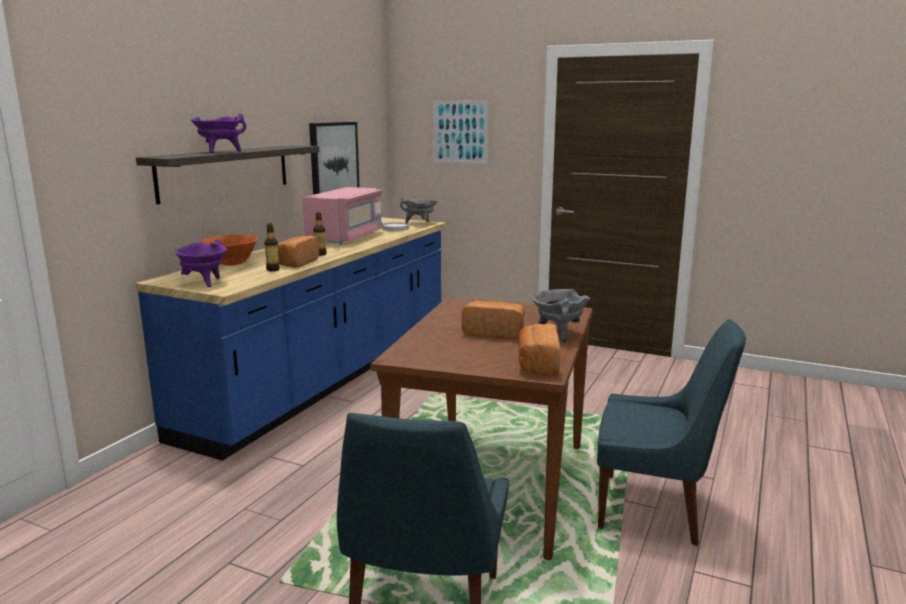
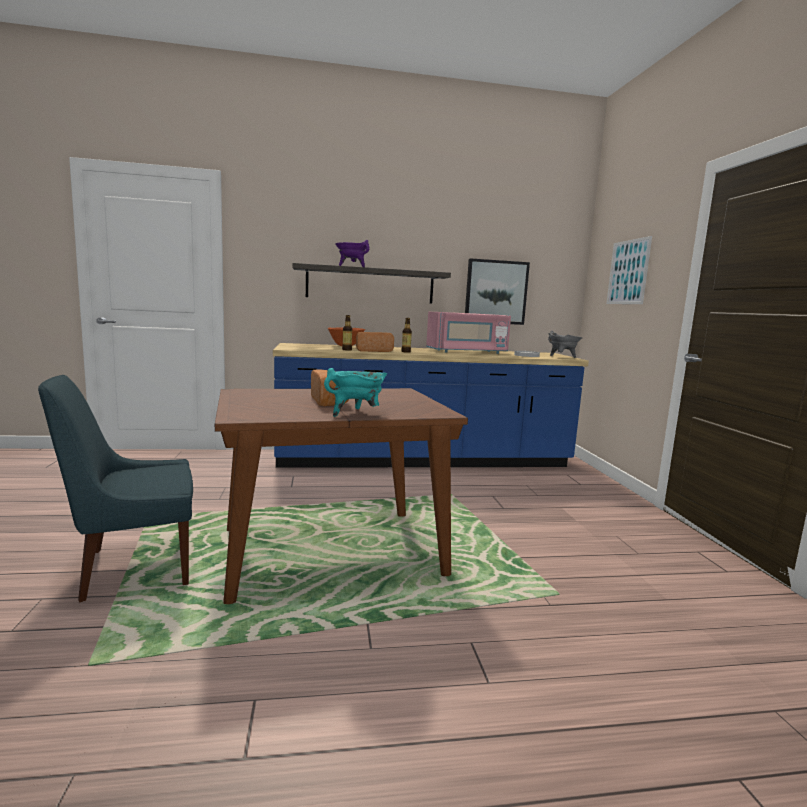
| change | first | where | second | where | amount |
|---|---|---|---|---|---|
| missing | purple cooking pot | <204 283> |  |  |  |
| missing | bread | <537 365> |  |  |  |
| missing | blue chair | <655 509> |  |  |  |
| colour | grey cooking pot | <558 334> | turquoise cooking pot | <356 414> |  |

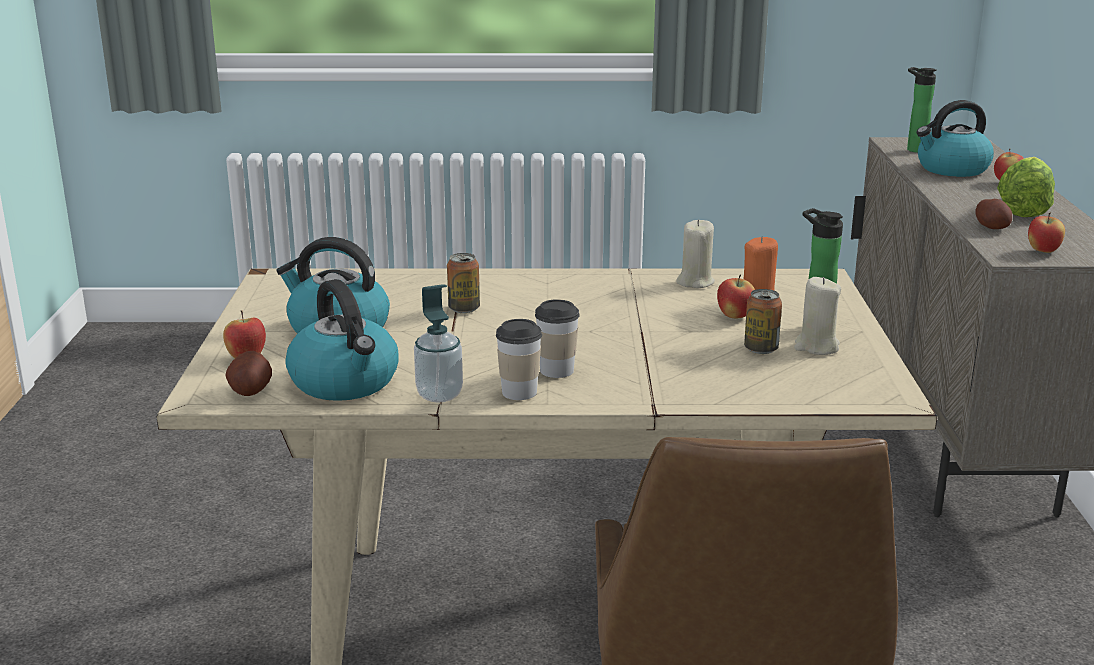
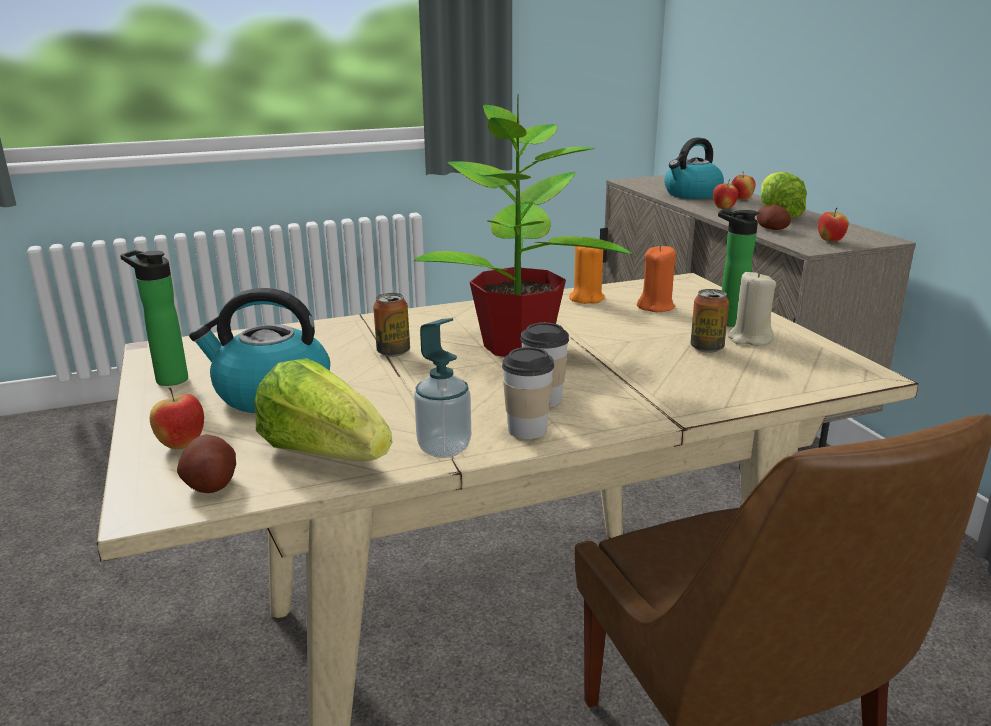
| change | first | where | second | where | amount |
|---|---|---|---|---|---|
| appeared |  |  | potted plant | <517 346> |  |
| relocated | apple | <734 317> |  | <723 209> |  |
| relocated | bottle | <913 149> |  | <168 379> |  |
| exchanged | kettle | <346 382> | lettuce | <324 453> |  |
| colour | beige candle | <695 282> | orange candle | <586 298> |  |

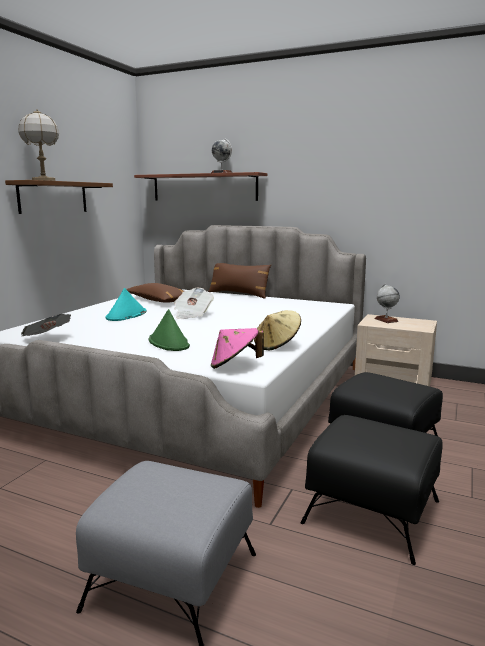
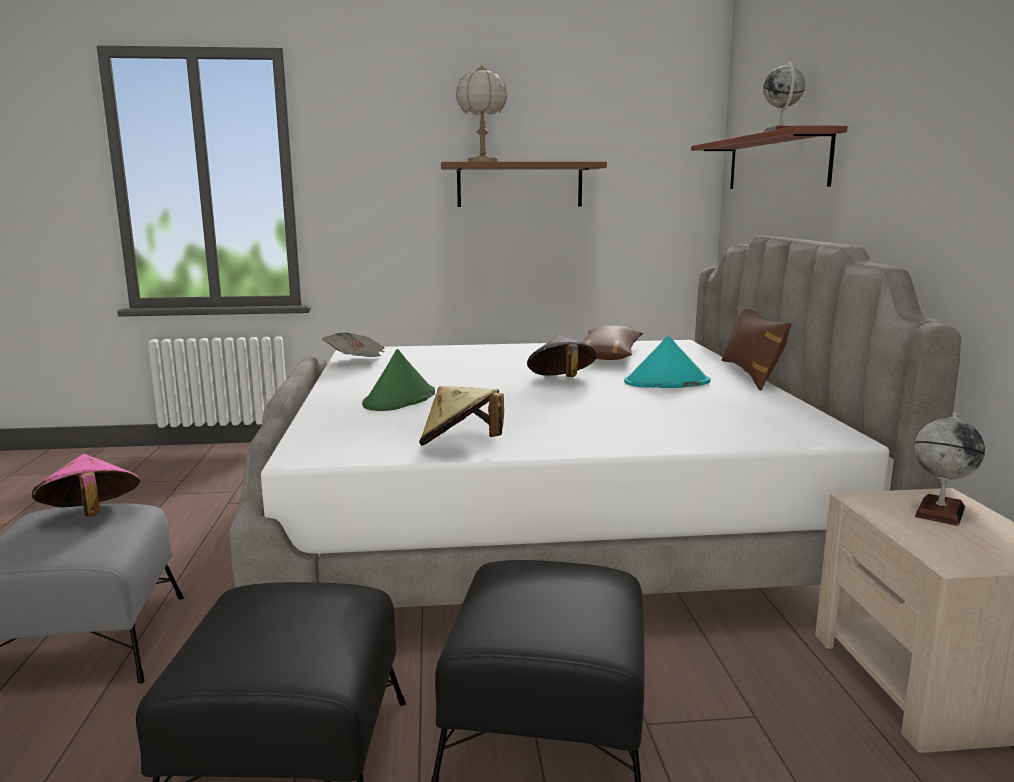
| change | first | where | second | where | amount |
|---|---|---|---|---|---|
| relocated | turquoise hat | <126 315> |  | <666 382> |  |
| relocated | pink hat | <235 365> |  | <90 516> |  |
| exchanged | newspaper | <192 314> | grey hat | <561 381> |  |

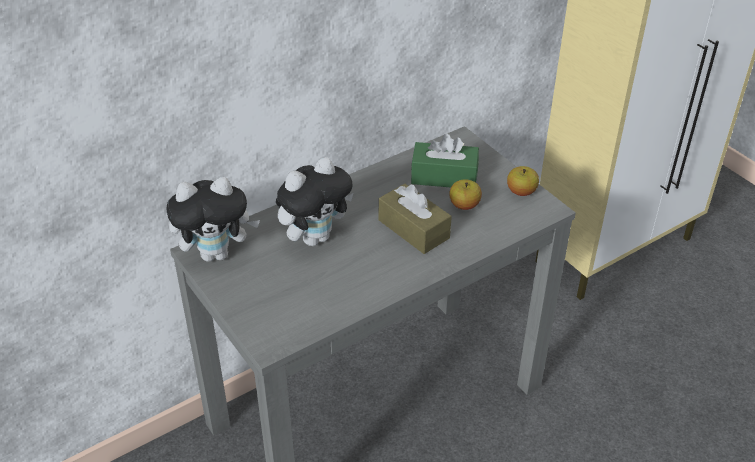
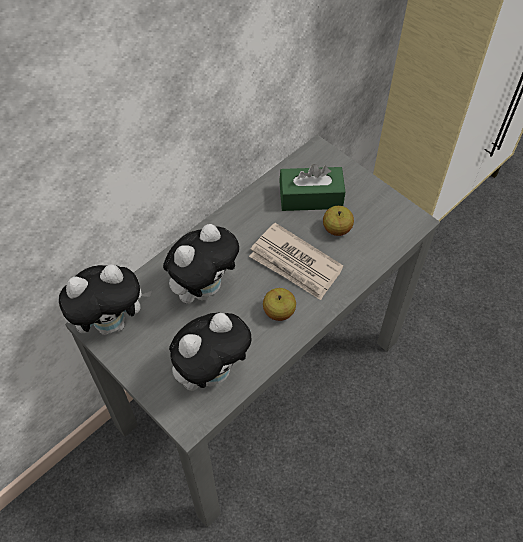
| change | first | where | second | where | amount |
|---|---|---|---|---|---|
| appeared |  |  | plush toy | <212 371> |  |
| relocated | apple | <521 192> |  | <279 312> |  |
| exchanged | brown tissue box | <413 229> | newspaper | <295 264> |  |

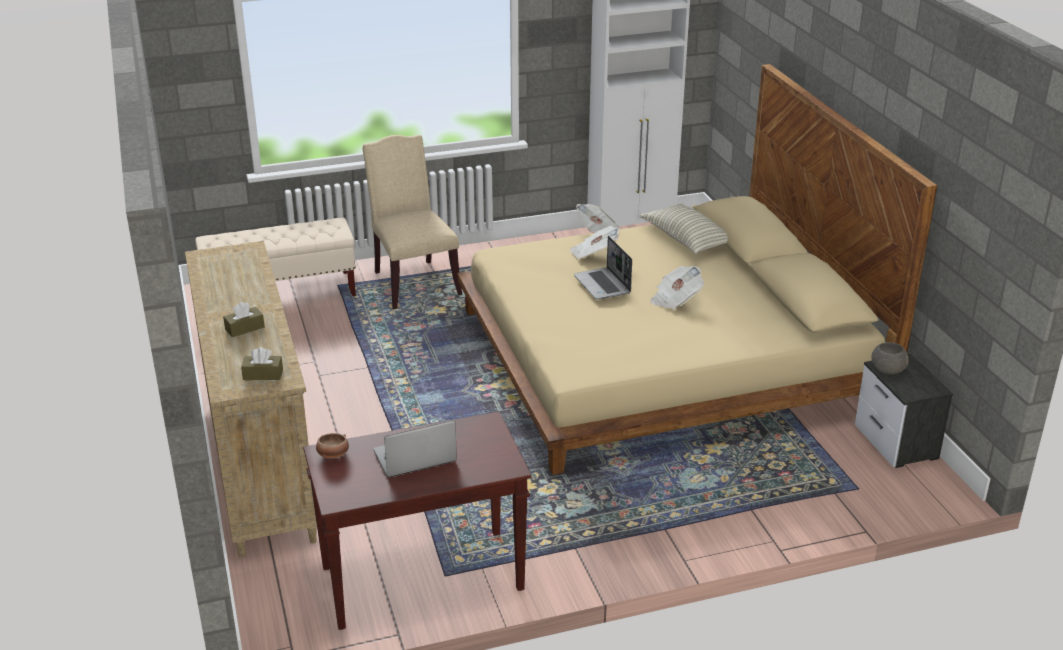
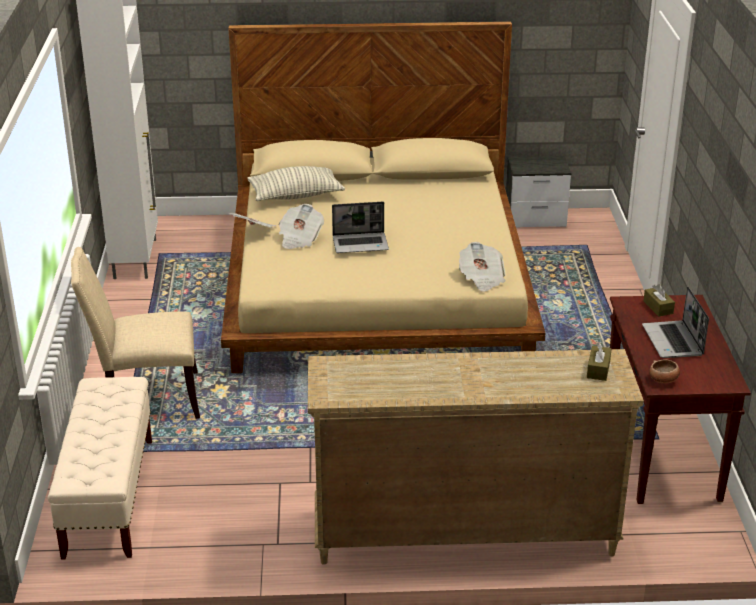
| change | first | where | second | where | amount |
|---|---|---|---|---|---|
| missing | grey bowl | <887 369> |  |  |  |
| relocated | brown tissue box | <244 328> |  | <658 307> |  |
| relocated | newspaper | <675 299> |  | <481 278> |  |

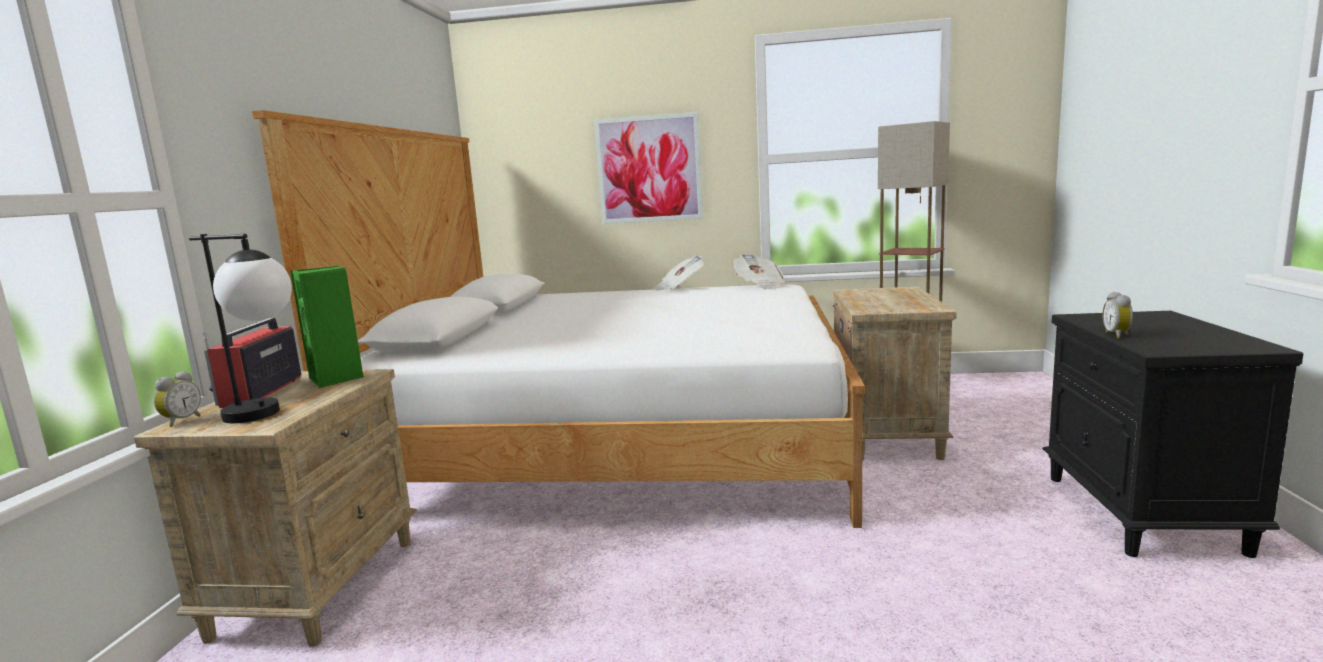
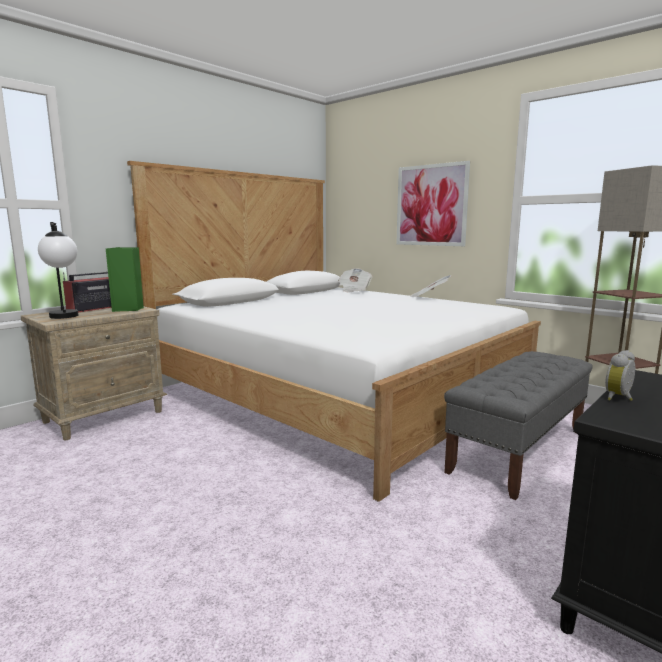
| change | first | where | second | where | amount |
|---|---|---|---|---|---|
| missing | alarm clock | <180 421> |  |  |  |
| relocated | newspaper | <759 285> |  | <354 290> |  |
| exchanged | beige nightstand | <886 435> | grey bench | <518 450> |  |

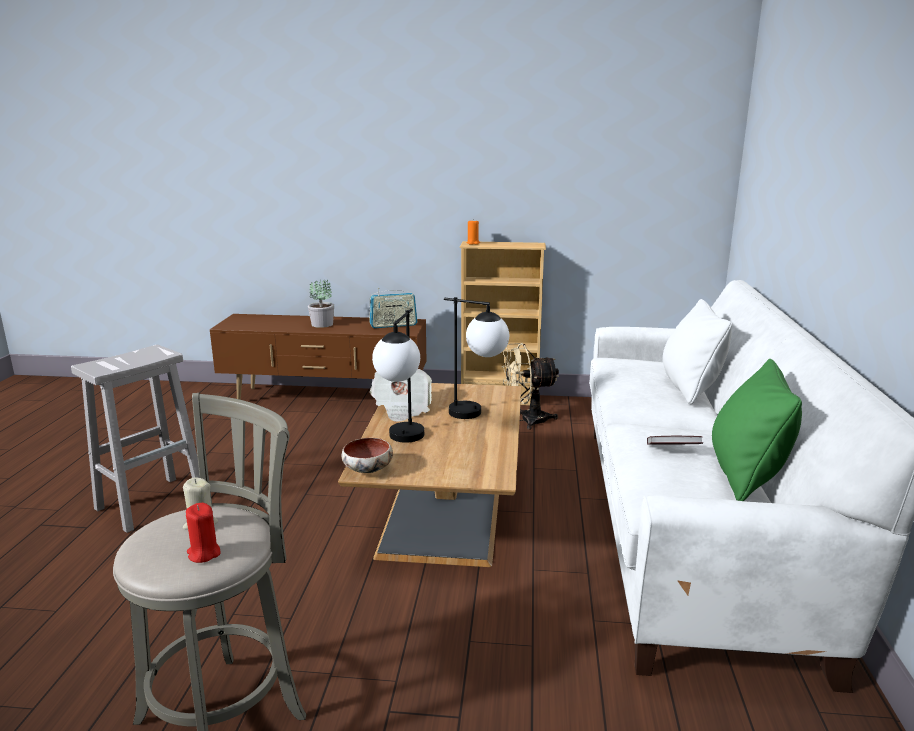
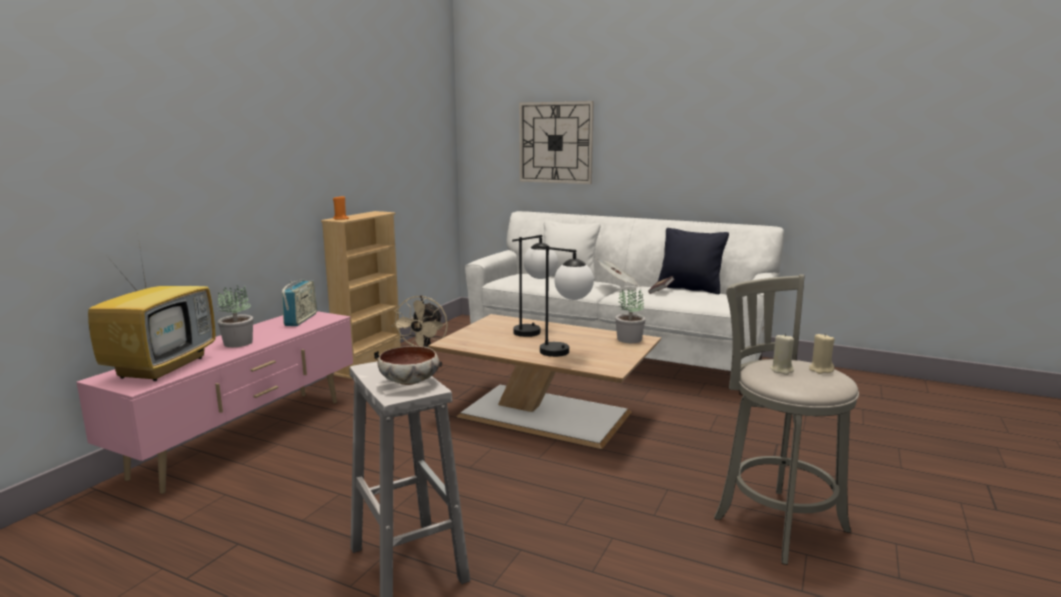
| change | first | where | second | where | amount |
|---|---|---|---|---|---|
| appeared |  |  | television | <162 367> |  |
| appeared |  |  | wall clock | <556 142> |  |
| appeared |  |  | potted plant | <630 339> |  |
| relocated | bowl | <368 470> |  | <410 382> |  |
| relocated | newspaper | <402 408> |  | <618 285> |  |
| colour | red candle | <203 553> | beige candle | <820 370> |  |
| colour | brown tv stand | <325 399> | pink tv stand | <246 437> |  |
| colour | green pillow | <746 475> | black pillow | <690 289> |  |

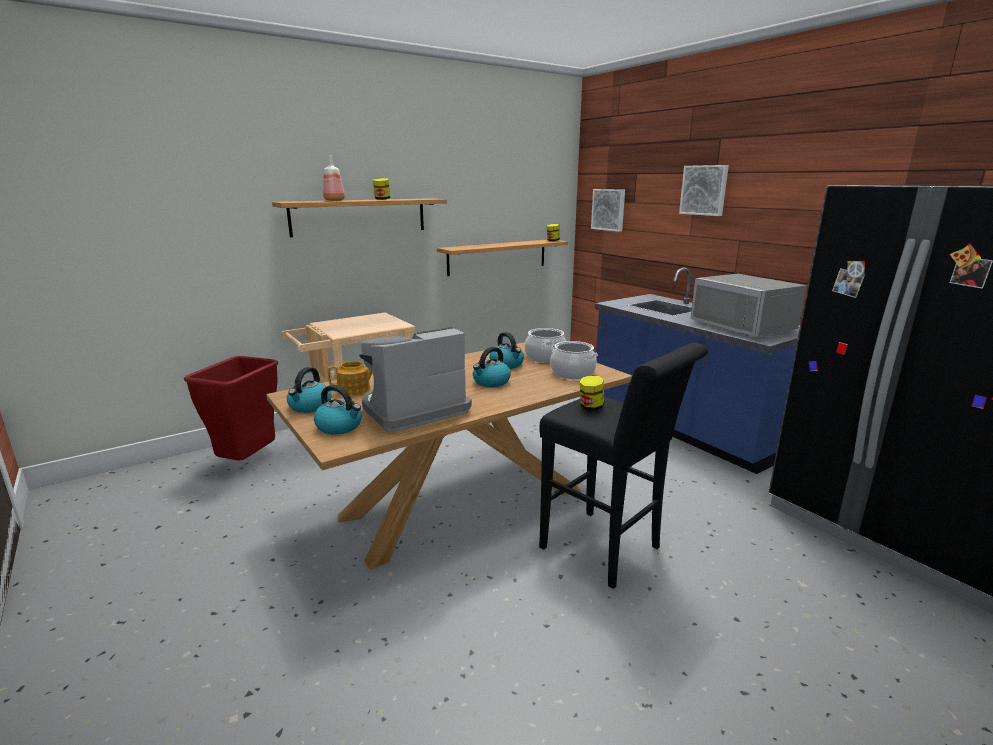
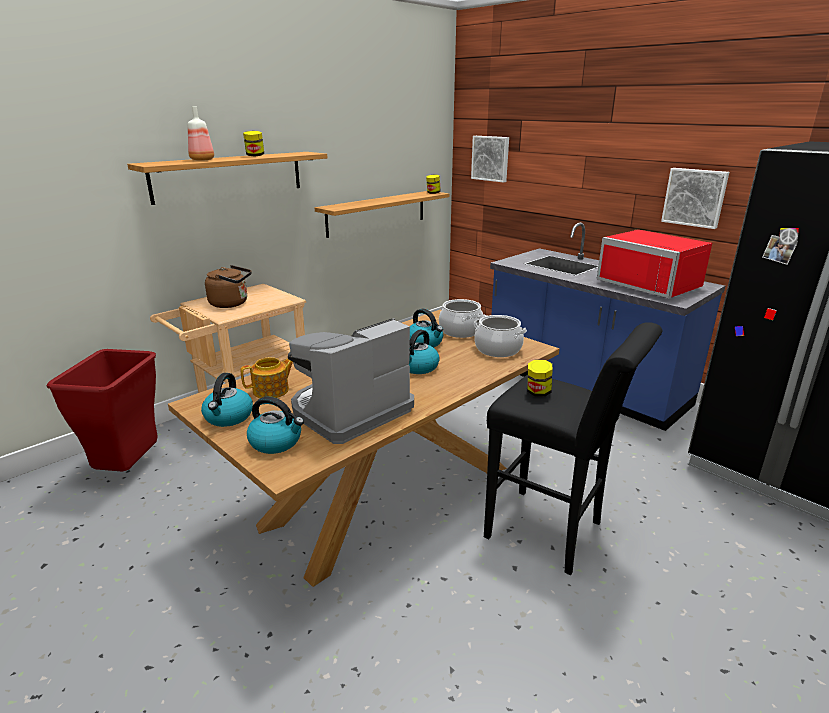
| change | first | where | second | where | amount |
|---|---|---|---|---|---|
| appeared |  |  | brown kettle | <231 303> |  |
| relocated | picture | <704 190> |  | <695 197> |  |
| colour | grey microwave | <747 326> | red microwave | <652 284> |  |

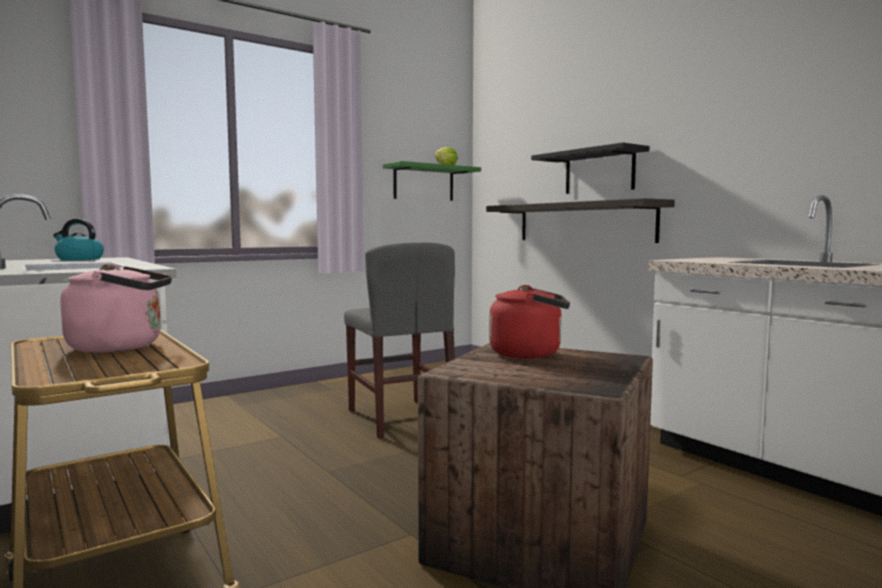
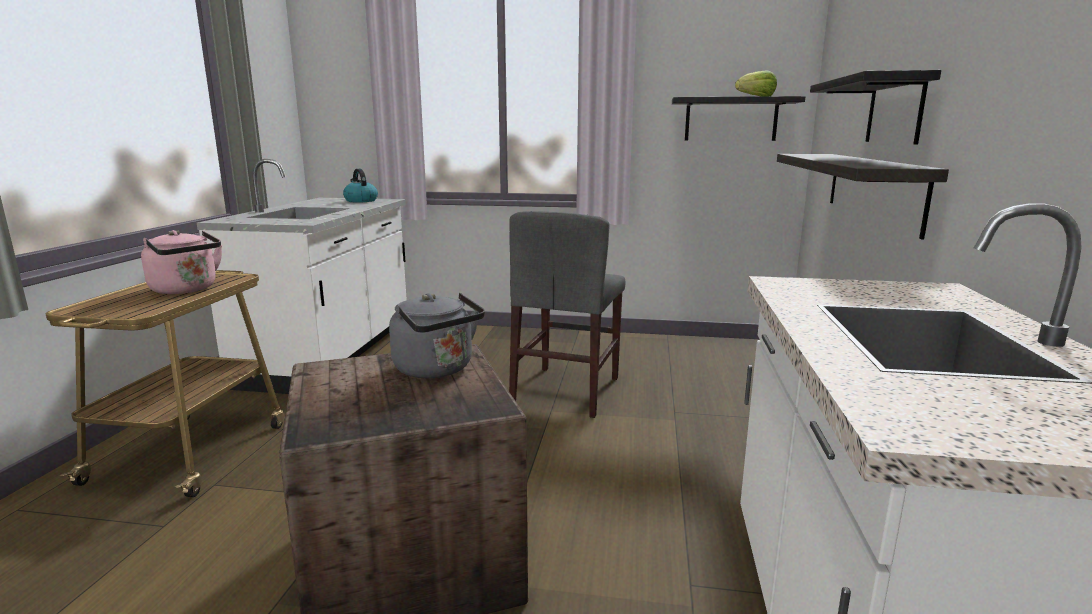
| change | first | where | second | where | amount |
|---|---|---|---|---|---|
| colour | green shelf | <423 183> | black shelf | <731 119> |  |
| colour | red kettle | <530 354> | grey kettle | <437 370> |  |

